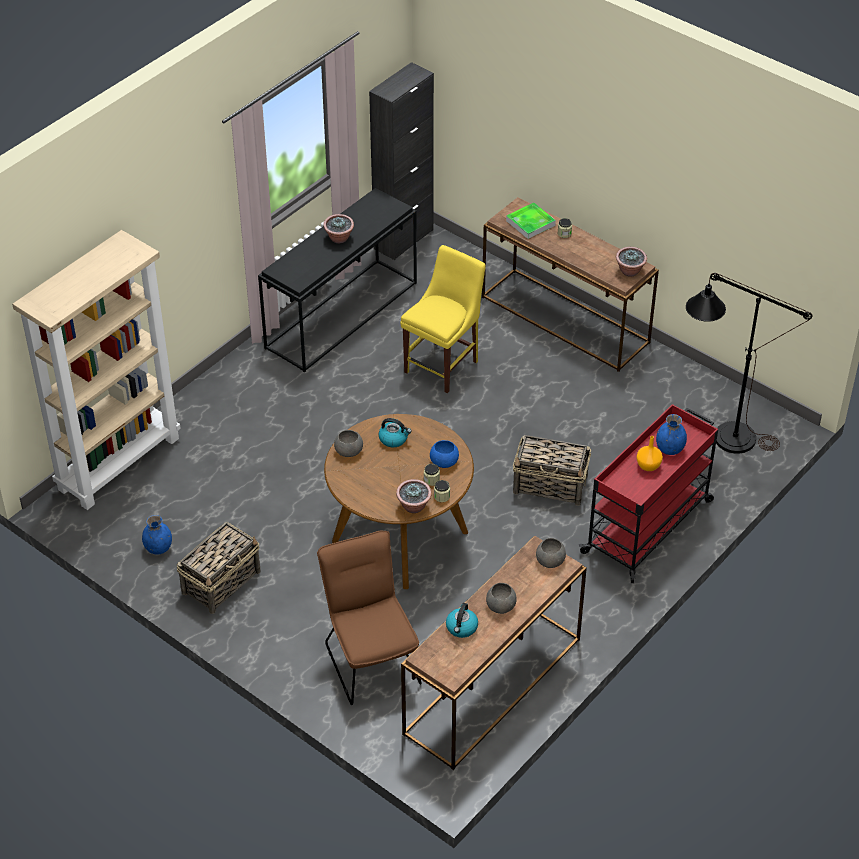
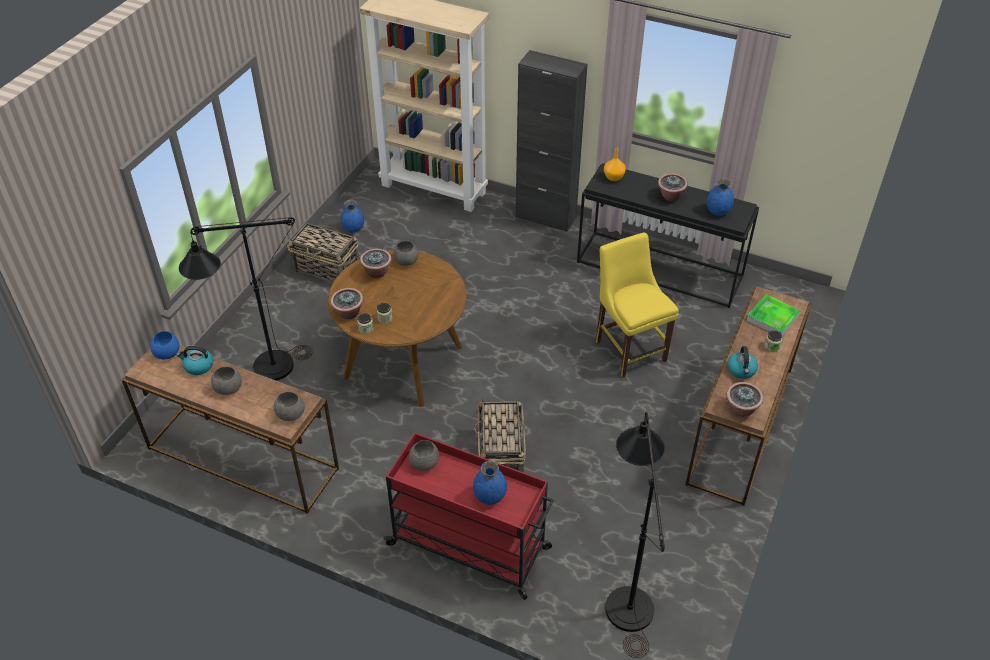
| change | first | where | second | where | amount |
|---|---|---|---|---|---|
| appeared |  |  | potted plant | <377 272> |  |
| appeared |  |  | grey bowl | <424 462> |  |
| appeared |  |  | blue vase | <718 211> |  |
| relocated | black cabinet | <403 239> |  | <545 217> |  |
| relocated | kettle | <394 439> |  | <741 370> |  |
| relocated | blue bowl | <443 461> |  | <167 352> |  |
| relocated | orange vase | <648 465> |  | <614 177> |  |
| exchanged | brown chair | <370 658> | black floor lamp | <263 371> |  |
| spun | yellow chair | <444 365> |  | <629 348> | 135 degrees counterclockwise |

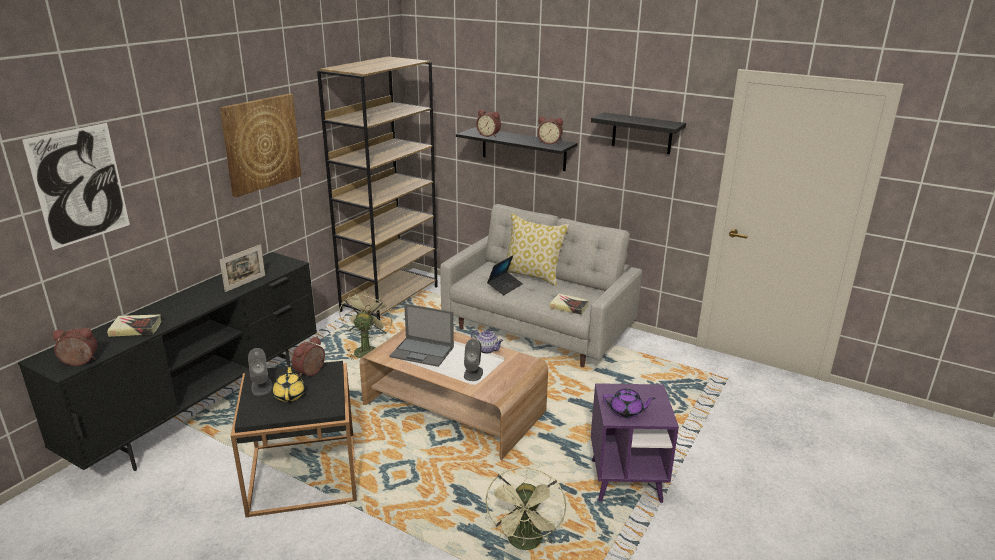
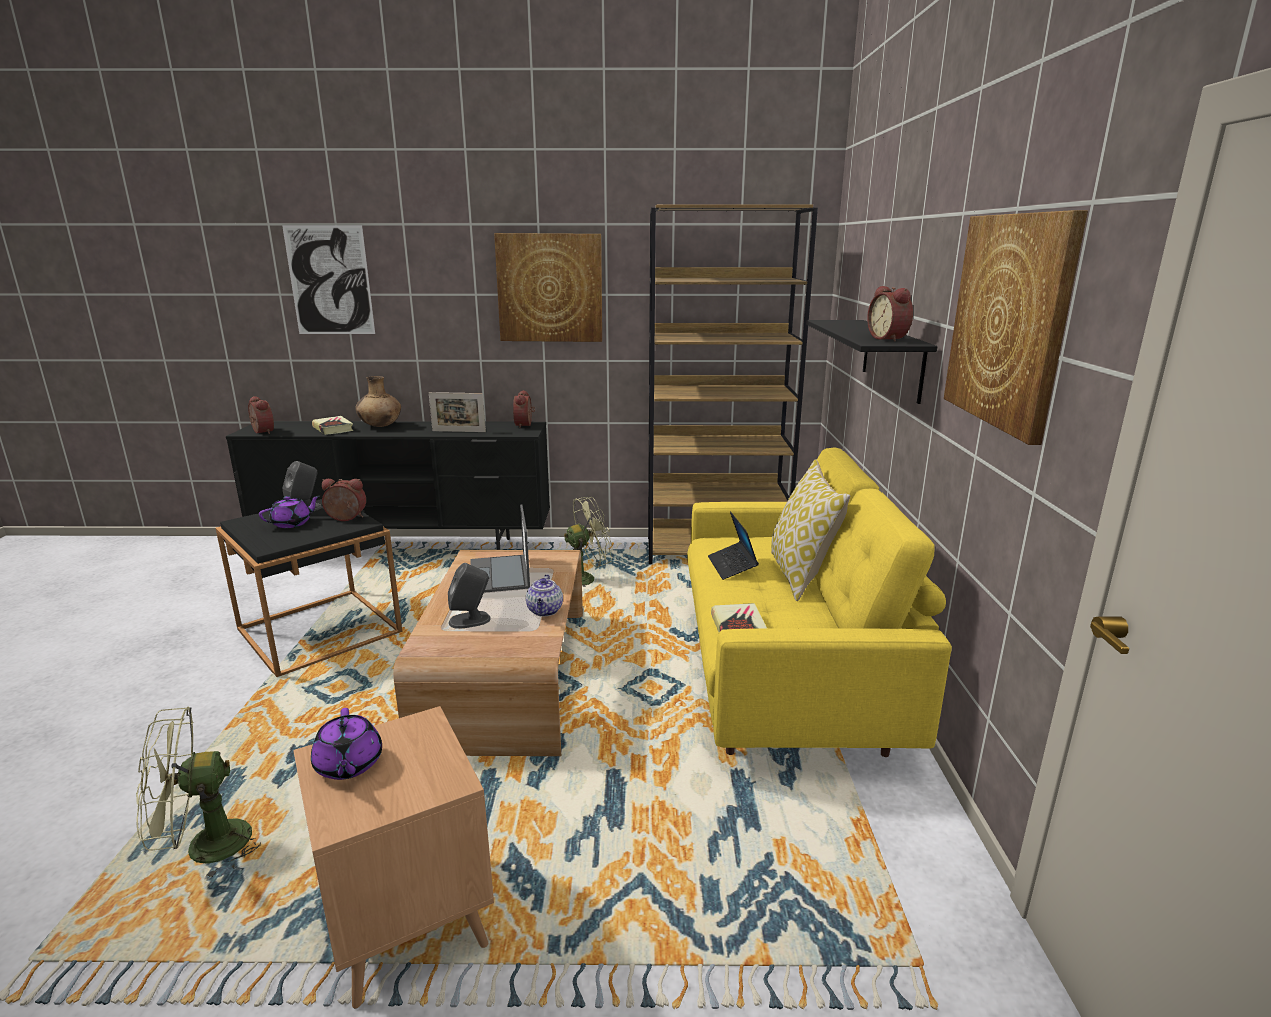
| change | first | where | second | where | amount |
|---|---|---|---|---|---|
| appeared |  |  | brown vase | <380 426> |  |
| relocated | alarm clock | <489 135> |  | <525 425> |  |
| exchanged | black shelf | <642 133> | picture | <1009 321> |  |
| colour | yellow teapot | <290 395> | purple teapot | <292 523> |  |
| colour | grey sofa | <538 331> | yellow sofa | <785 675> |  |
| colour | purple side table | <626 481> | brown side table | <407 924> |  |
| spun | laptop | <505 286> |  | <732 566> | 75 degrees clockwise |

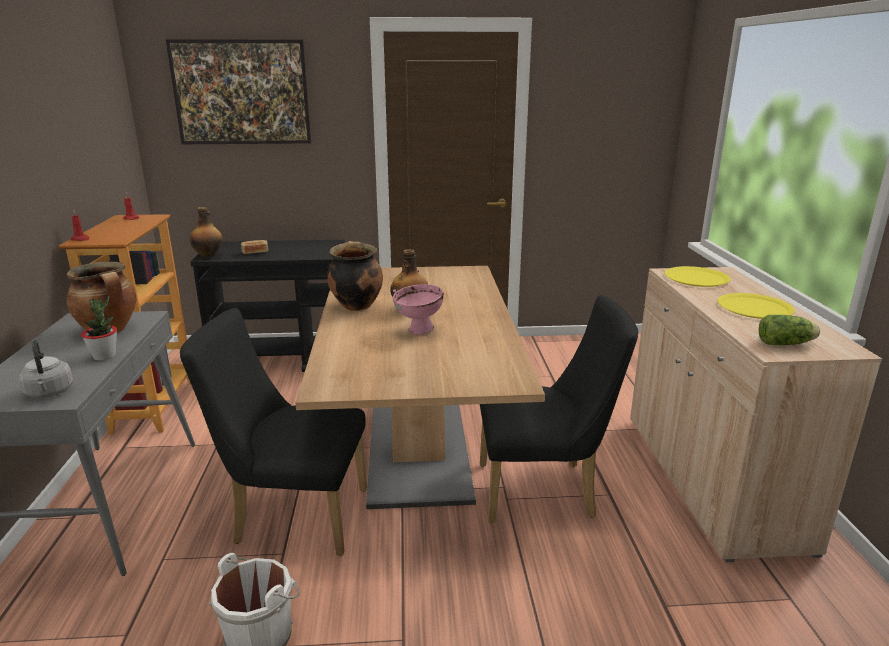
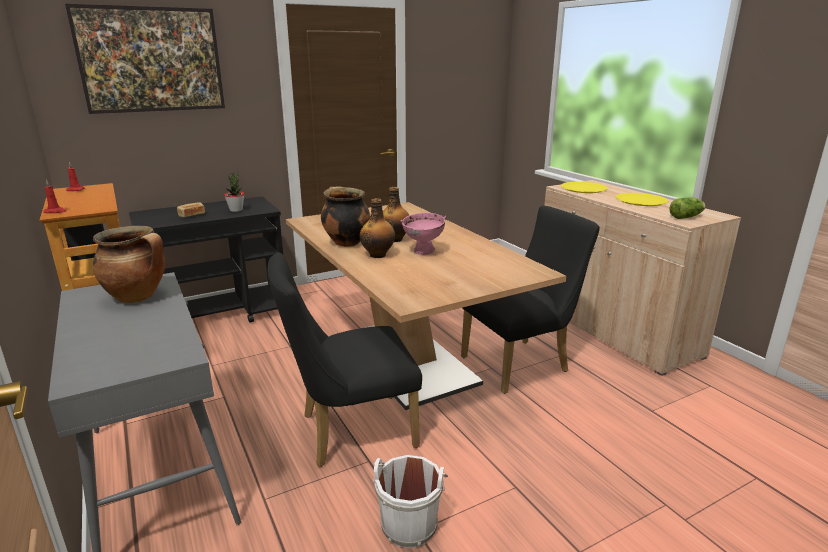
| change | first | where | second | where | amount |
|---|---|---|---|---|---|
| missing | grey kettle | <49 393> |  |  |  |
| relocated | potted plant | <105 356> |  | <236 210> |  |
| relocated | bottle | <209 256> |  | <378 255> |  |

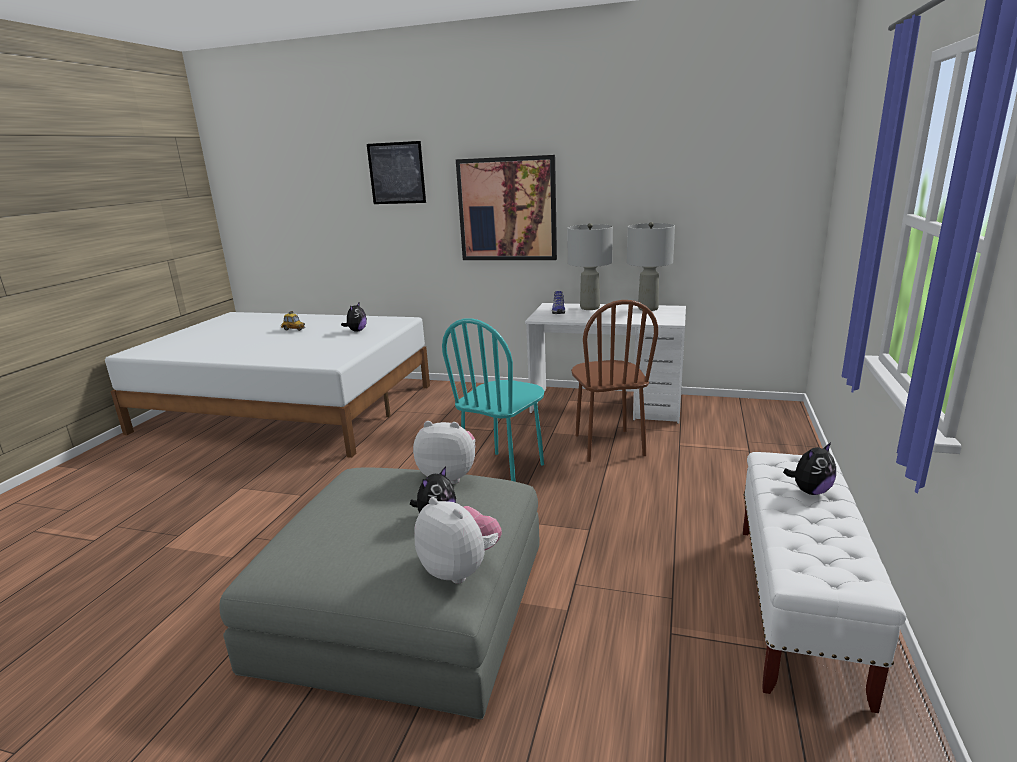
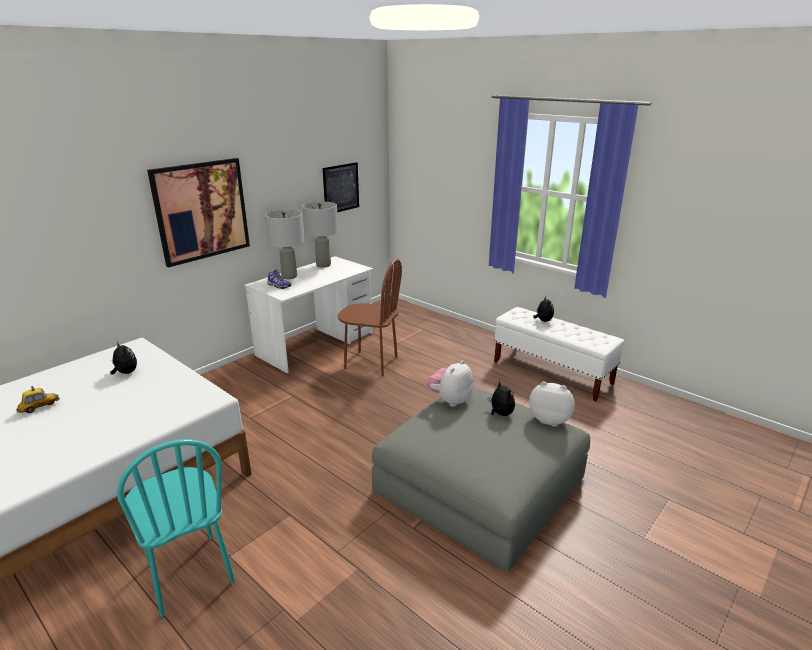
| change | first | where | second | where | amount |
|---|---|---|---|---|---|
| relocated | picture | <396 173> |  | <341 188> |  |
| relocated | turquoise chair | <504 472> |  | <189 573> |  |
| spun | plush toy | <460 569> |  | <550 419> | 45 degrees clockwise |

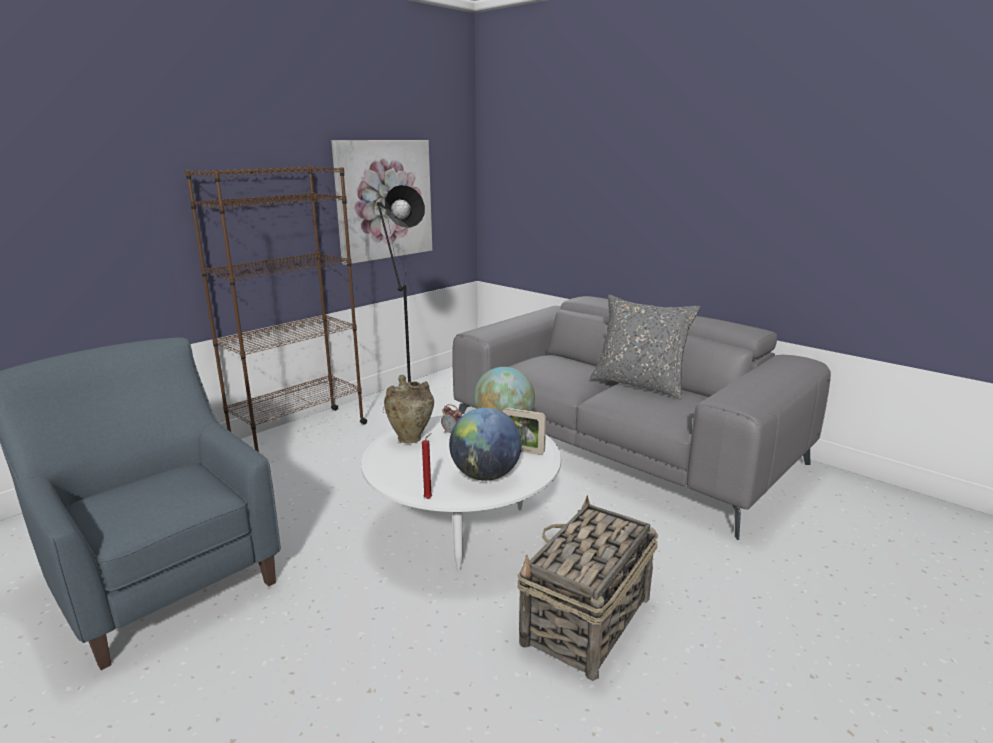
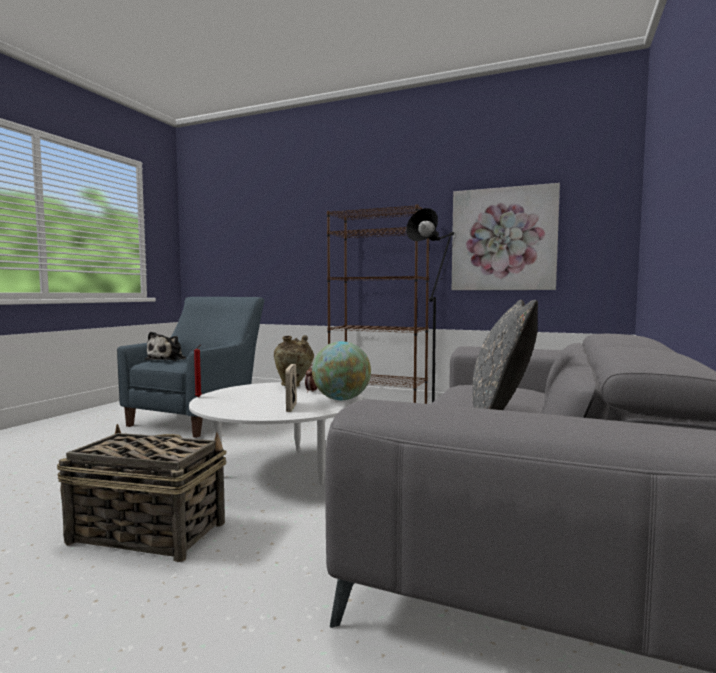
| change | first | where | second | where | amount |
|---|---|---|---|---|---|
| missing | globe | <485 475> |  |  |  |
| appeared |  |  | plush toy | <168 359> |  |

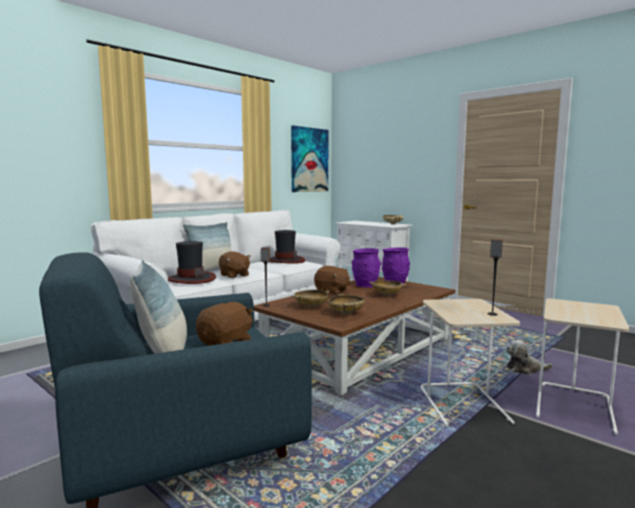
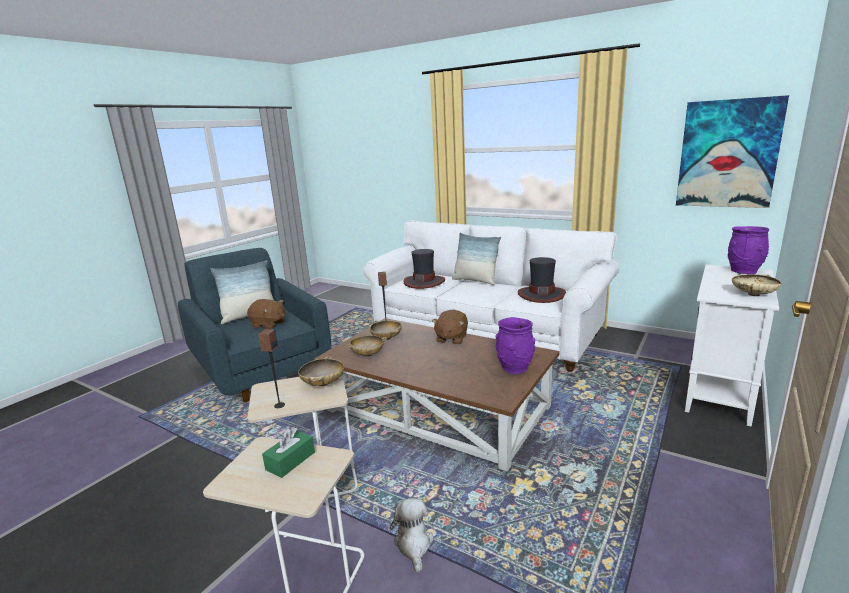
| change | first | where | second | where | amount |
|---|---|---|---|---|---|
| missing | brown plush toy | <234 275> |  |  |  |
| appeared |  |  | green tissue box | <290 461> |  |
| relocated | purple vase | <365 285> |  | <744 271> |  |
| relocated | beige bowl | <387 295> |  | <323 383> |  |

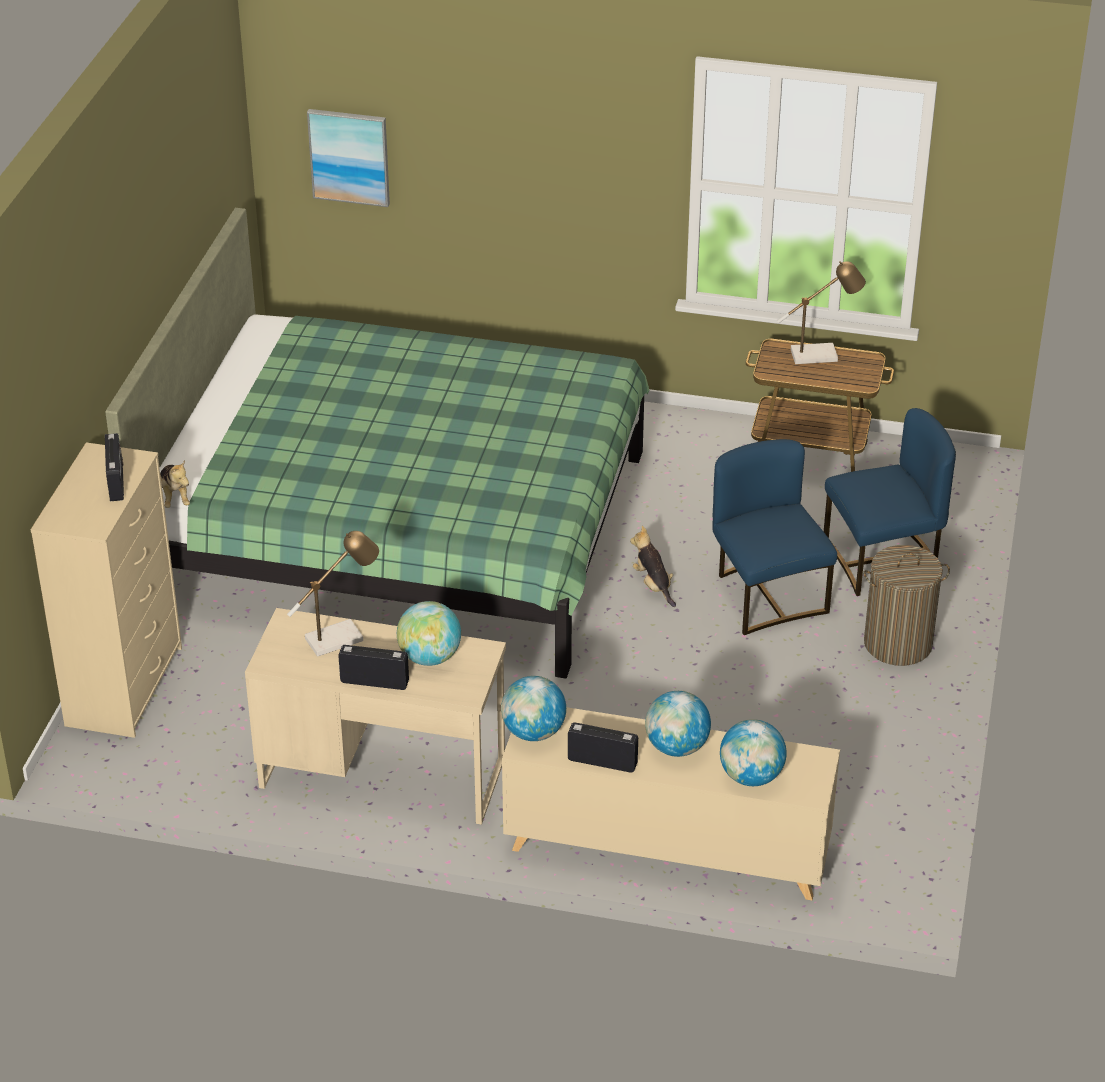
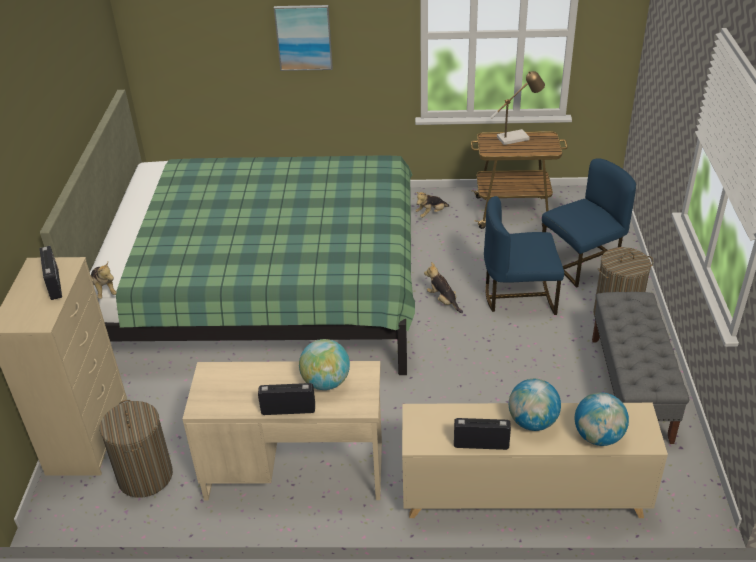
| change | first | where | second | where | amount |
|---|---|---|---|---|---|
| missing | table lamp | <341 636> |  |  |  |
| missing | globe | <533 732> |  |  |  |
| appeared |  |  | laundry basket | <145 476> |  |
| appeared |  |  | plush toy | <431 214> |  |
| appeared |  |  | grey bench | <630 389> |  |
| relocated | picture | <349 156> |  | <304 37> |  |
| spun | blue chair | <767 595> |  | <519 296> | 60 degrees counterclockwise |

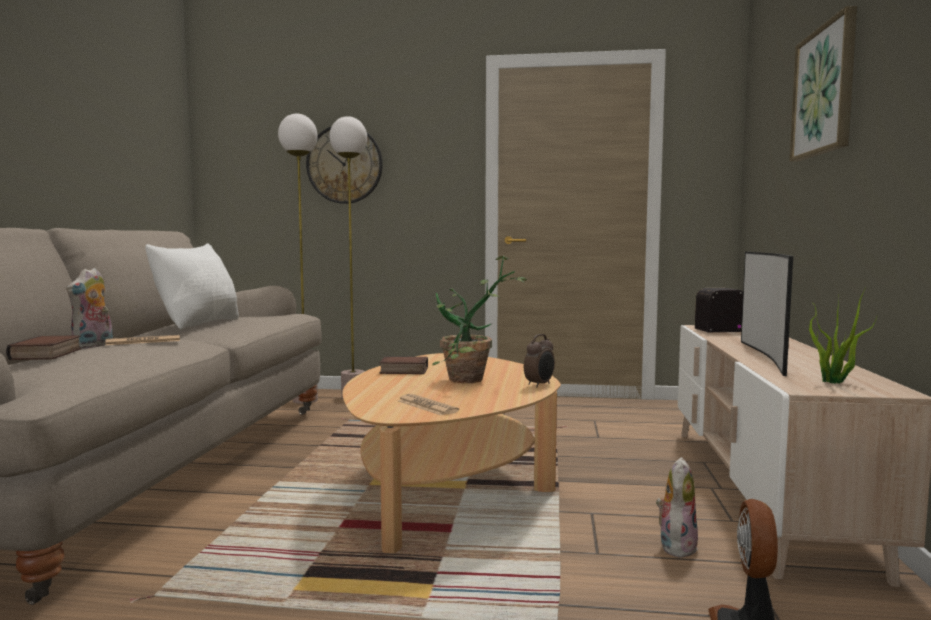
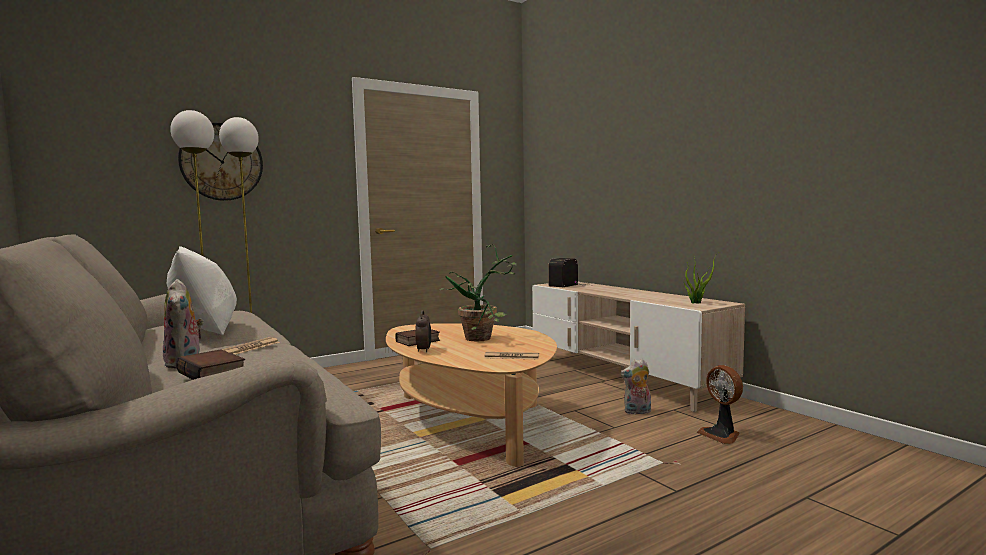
| change | first | where | second | where | amount |
|---|---|---|---|---|---|
| missing | television | <768 357> |  |  |  |
| missing | picture | <825 91> |  |  |  |
| relocated | alarm clock | <540 385> |  | <424 350> |  |
| spun | plush toy | <675 545> |  | <637 412> | 90 degrees counterclockwise |

